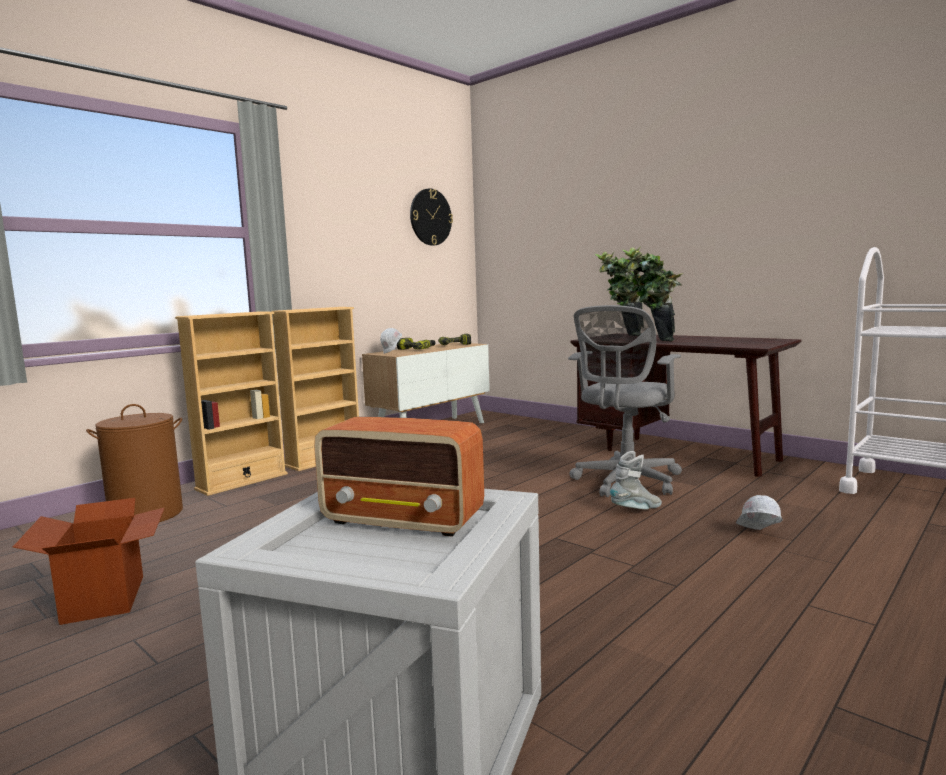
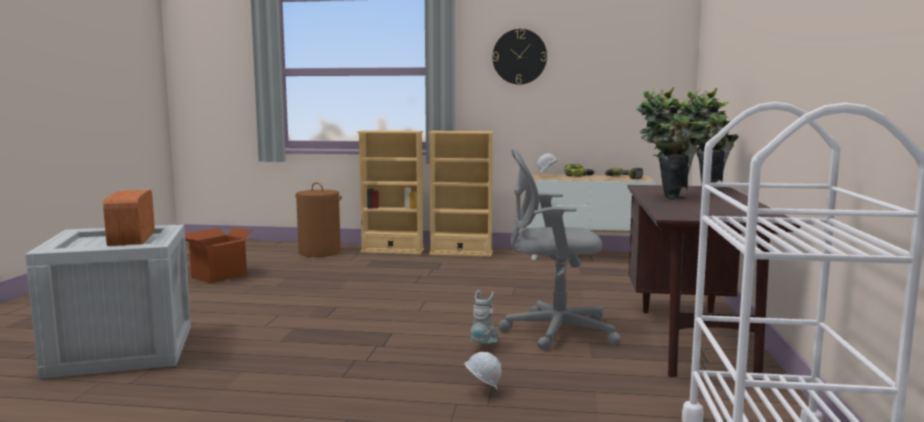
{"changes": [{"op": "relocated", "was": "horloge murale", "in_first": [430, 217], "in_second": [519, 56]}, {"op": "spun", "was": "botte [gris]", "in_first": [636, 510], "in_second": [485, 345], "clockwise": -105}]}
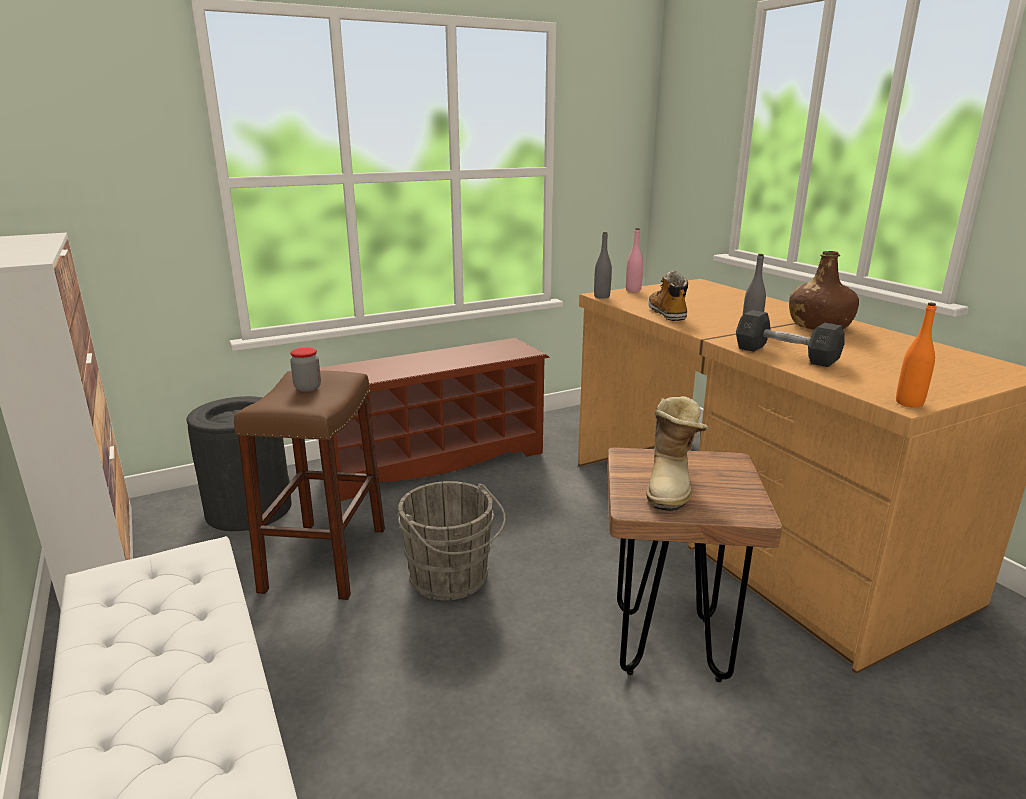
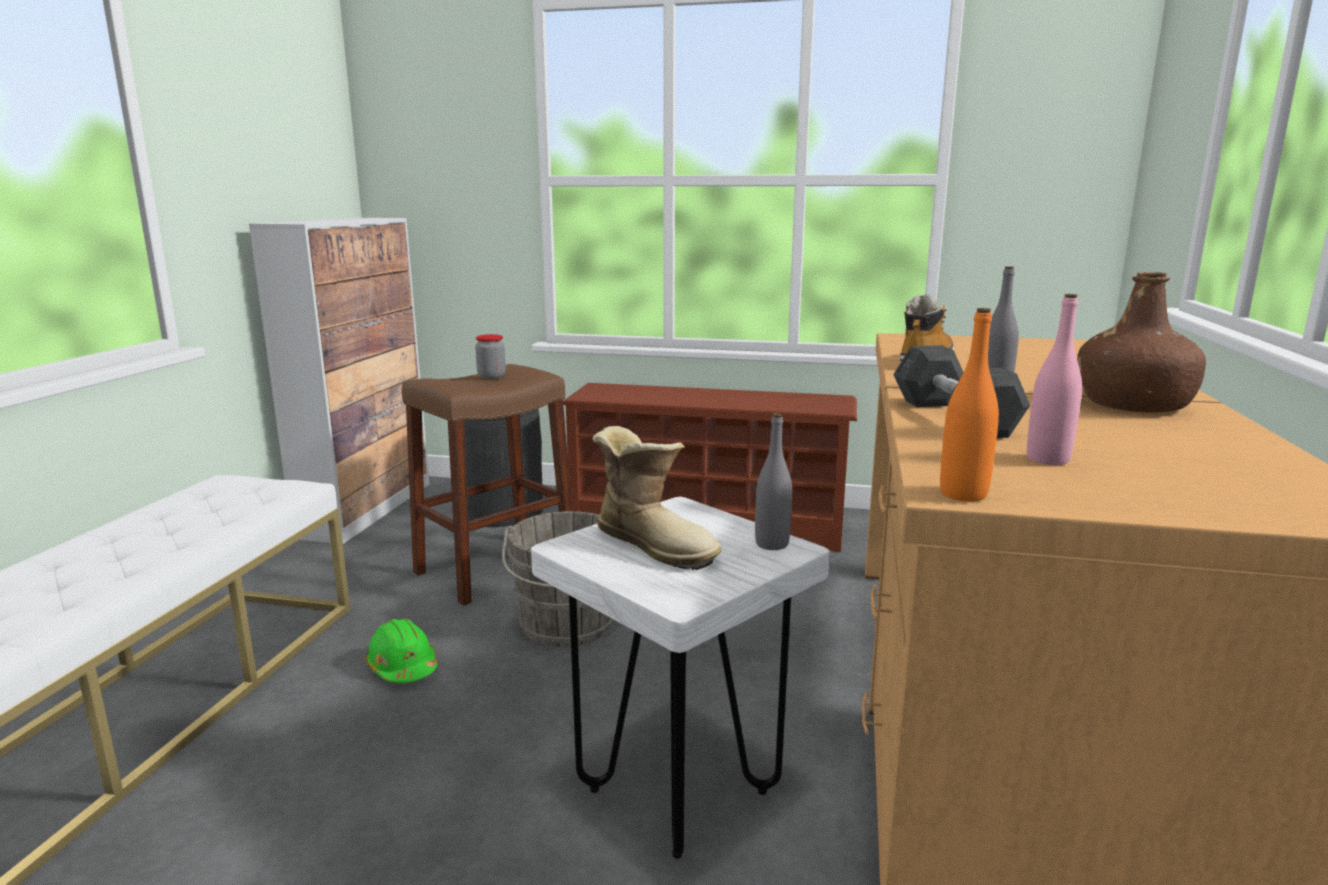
{"changes": [{"op": "relocated", "was": "bouteille [rose]", "in_first": [633, 290], "in_second": [1047, 459]}, {"op": "relocated", "was": "bouteille [gris]", "in_first": [601, 296], "in_second": [772, 544]}, {"op": "spun", "was": "botte", "in_first": [672, 486], "in_second": [655, 545], "clockwise": -105}, {"op": "colour", "was": "tabouret [marron]", "now": "tabouret [blanc]", "in_first": [669, 645], "in_second": [678, 790]}, {"op": "appeared", "now": "casque de chantier [vert]", "in_second": [402, 667]}]}
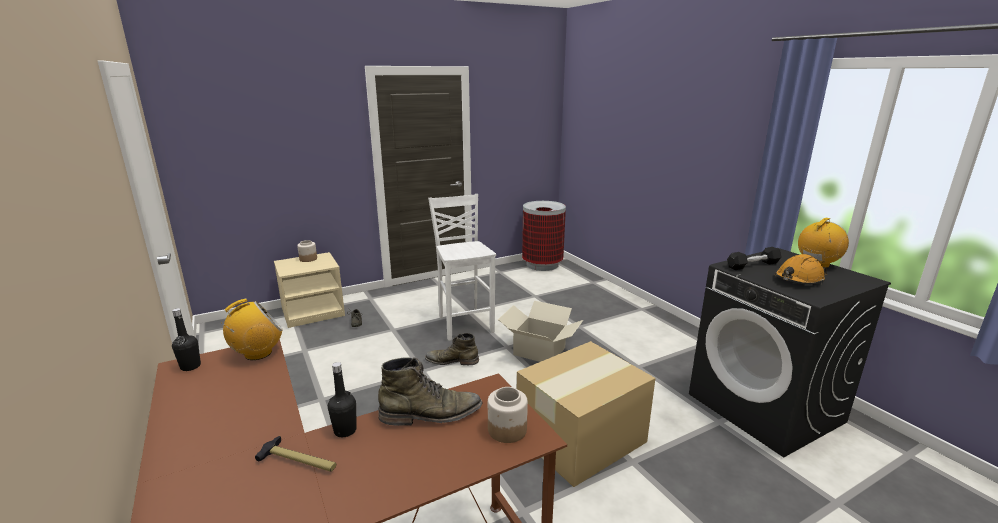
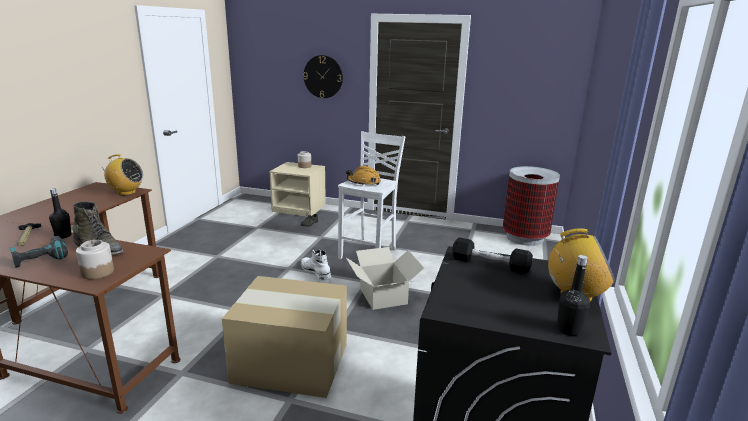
{"changes": [{"op": "relocated", "was": "casque de chantier [orange]", "in_first": [798, 279], "in_second": [363, 182]}, {"op": "relocated", "was": "bouteille [noir]", "in_first": [190, 366], "in_second": [568, 329]}, {"op": "colour", "was": "botte [vert]", "now": "botte [blanc]", "in_first": [452, 361], "in_second": [315, 271]}, {"op": "appeared", "now": "horloge murale", "in_second": [323, 76]}, {"op": "appeared", "now": "perceuse", "in_second": [41, 257]}]}
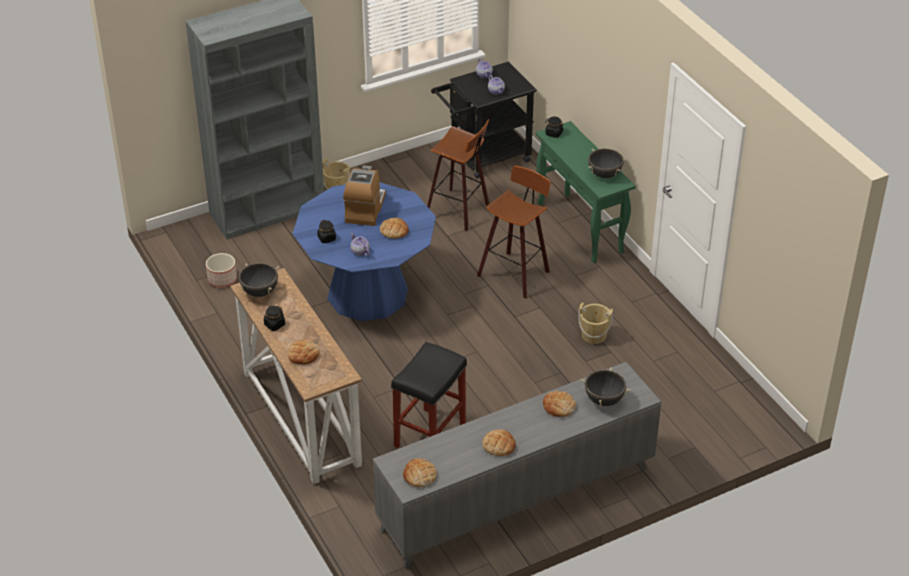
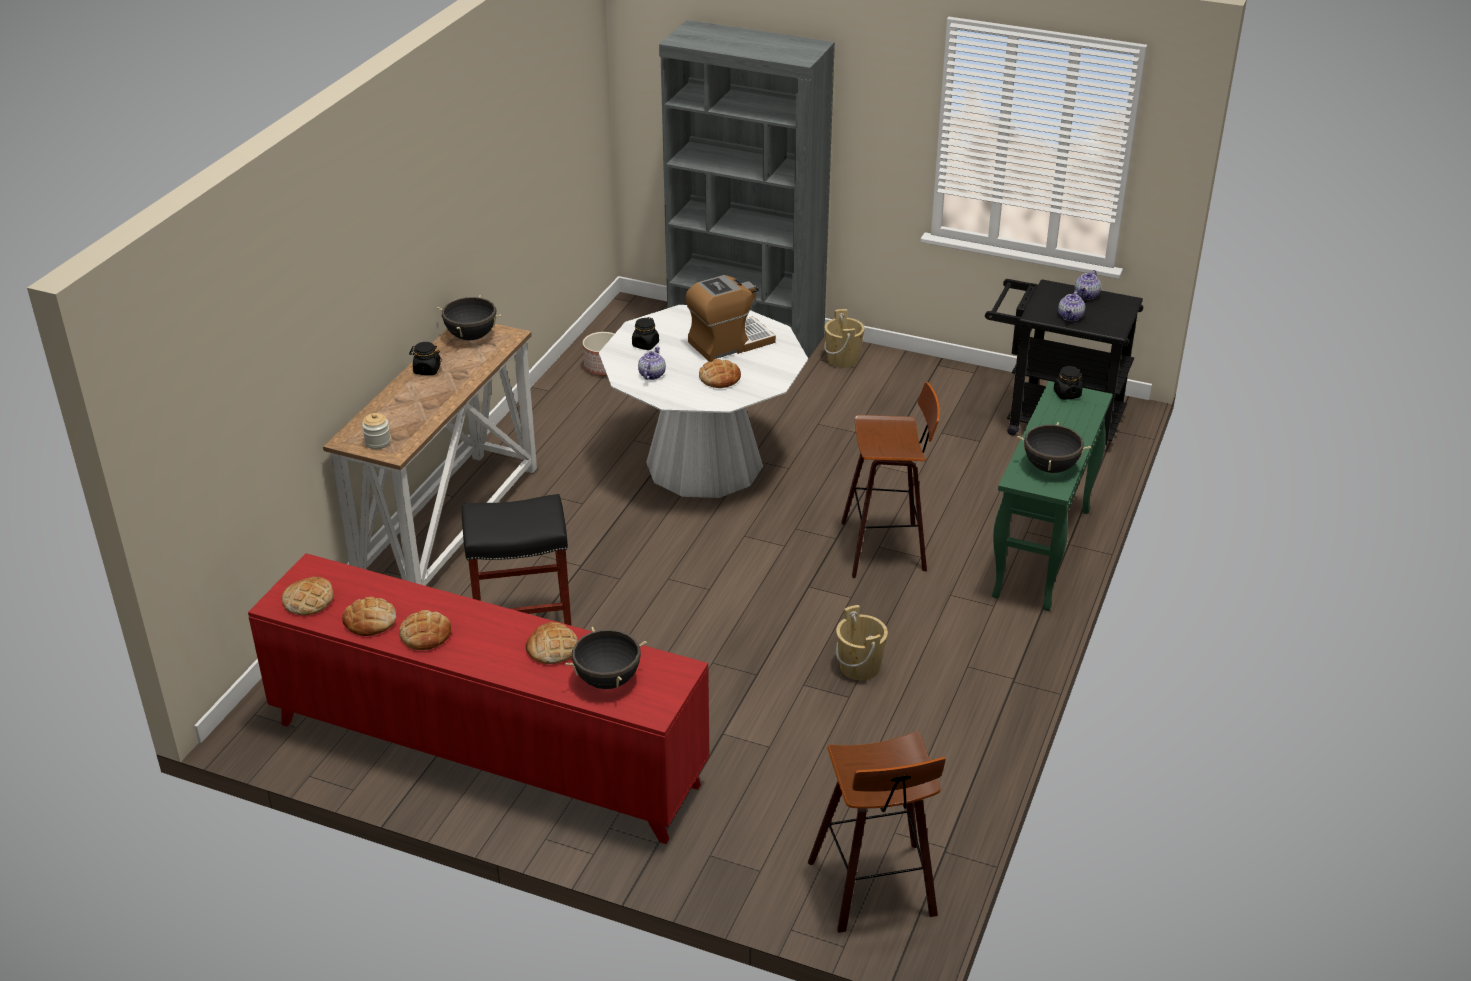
{"changes": [{"op": "relocated", "was": "tabouret", "in_first": [459, 211], "in_second": [877, 891]}, {"op": "colour", "was": "table à manger [bleu]", "now": "table à manger [blanc]", "in_first": [367, 294], "in_second": [704, 464]}, {"op": "relocated", "was": "pain", "in_first": [303, 354], "in_second": [370, 621]}, {"op": "colour", "was": "meuble de rangement [gris]", "now": "meuble de rangement [rouge]", "in_first": [517, 499], "in_second": [487, 755]}, {"op": "appeared", "now": "bocal", "in_second": [378, 442]}]}
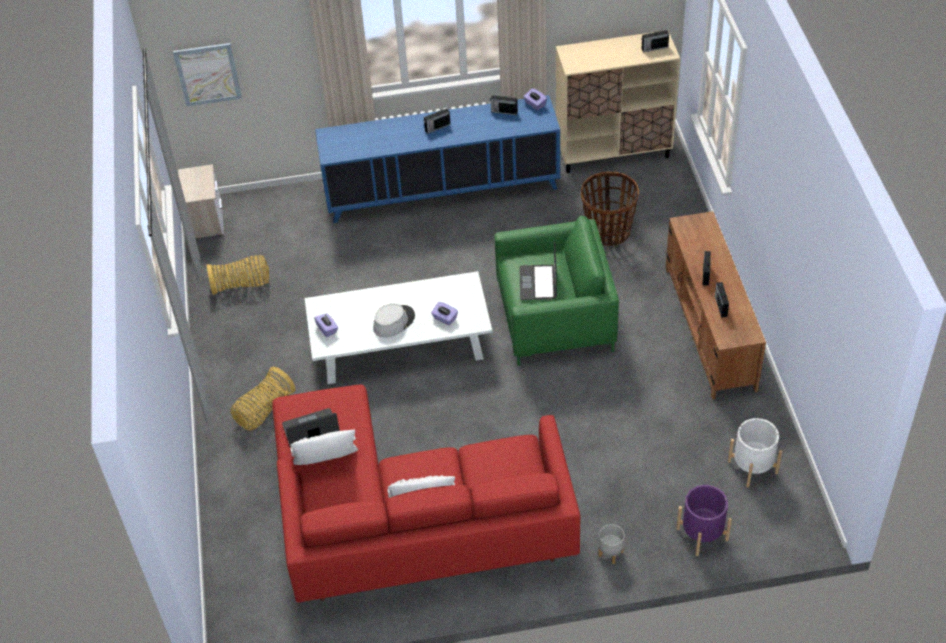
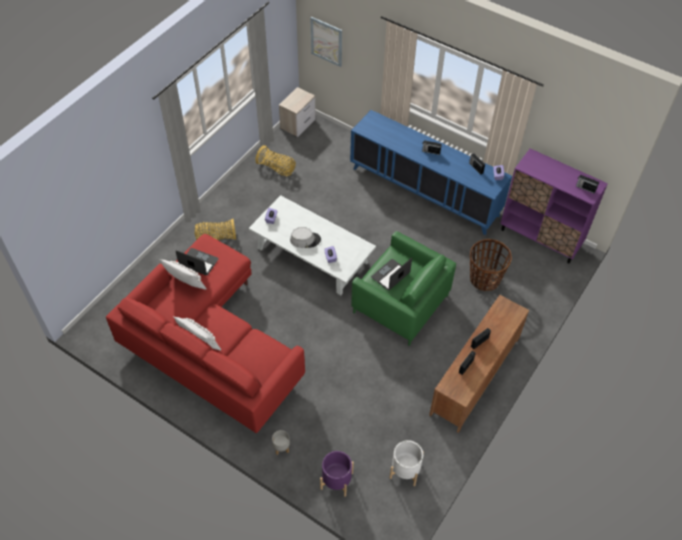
{"changes": [{"op": "colour", "was": "meuble de rangement [beige]", "now": "meuble de rangement [violet]", "in_first": [614, 152], "in_second": [541, 238]}]}
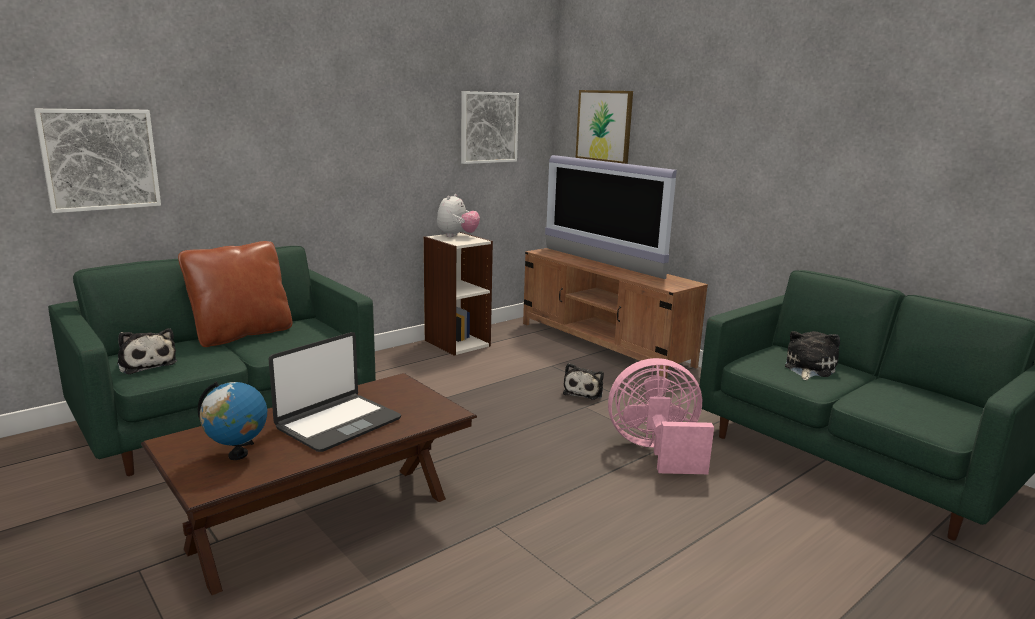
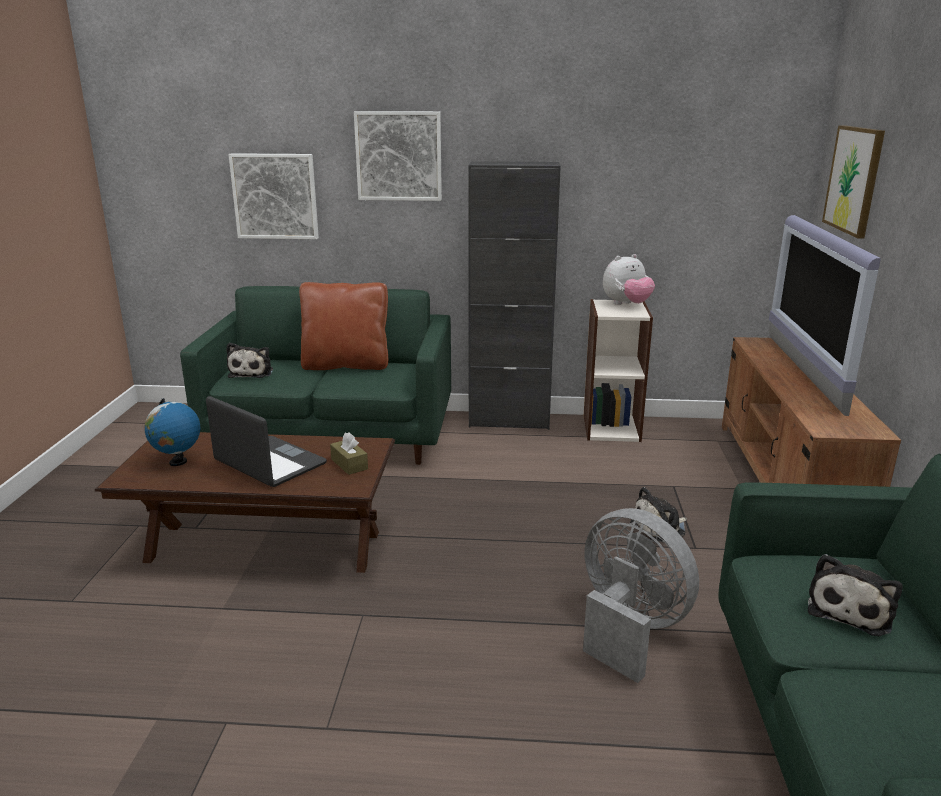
{"changes": [{"op": "relocated", "was": "tableau", "in_first": [488, 127], "in_second": [399, 156]}, {"op": "spun", "was": "peluche", "in_first": [808, 368], "in_second": [850, 609], "clockwise": 135}, {"op": "spun", "was": "ordinateur portable", "in_first": [338, 423], "in_second": [269, 463], "clockwise": -135}, {"op": "colour", "was": "ventilateur [rose]", "now": "ventilateur [gris]", "in_first": [656, 451], "in_second": [629, 628]}, {"op": "appeared", "now": "meuble de rangement [noir]", "in_second": [509, 421]}, {"op": "appeared", "now": "boîte à mouchoirs [marron]", "in_second": [349, 464]}]}
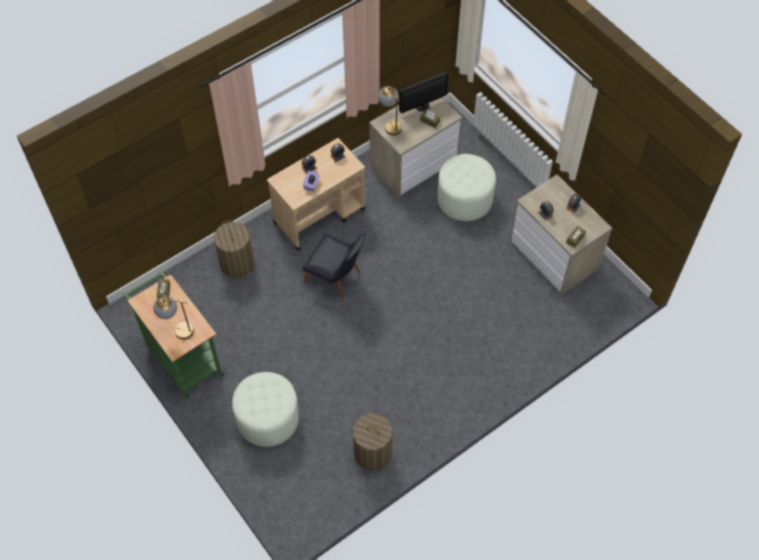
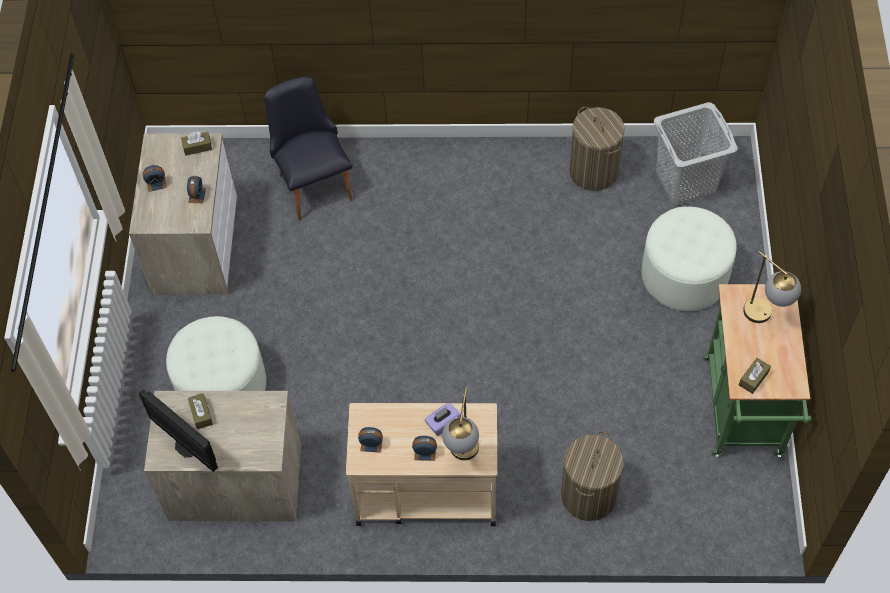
{"changes": [{"op": "spun", "was": "écran d'ordinateur", "in_first": [422, 106], "in_second": [187, 446], "clockwise": -150}, {"op": "relocated", "was": "lampe de table", "in_first": [390, 124], "in_second": [463, 457]}, {"op": "relocated", "was": "chaise [noir]", "in_first": [337, 279], "in_second": [313, 181]}, {"op": "appeared", "now": "panier à linge [gris]", "in_second": [686, 182]}]}
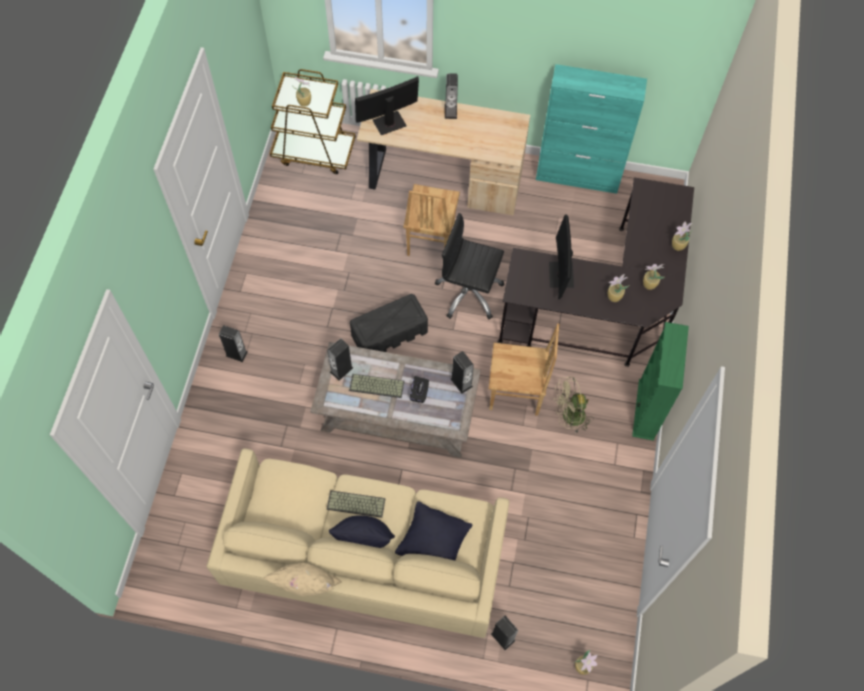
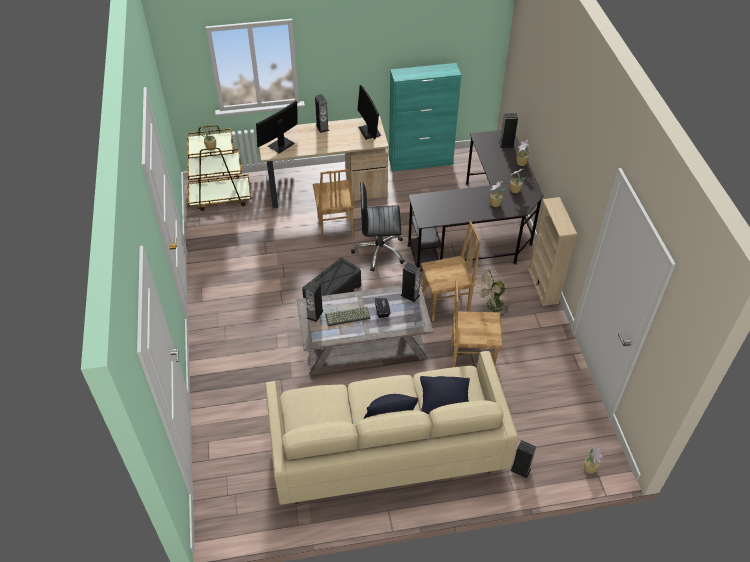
{"changes": [{"op": "relocated", "was": "écran d'ordinateur", "in_first": [561, 275], "in_second": [369, 132]}, {"op": "colour", "was": "bibliothèque [vert]", "now": "bibliothèque [beige]", "in_first": [646, 409], "in_second": [543, 286]}, {"op": "relocated", "was": "enceinte", "in_first": [236, 353], "in_second": [506, 144]}, {"op": "missing", "was": "clavier", "in_first": [355, 505]}, {"op": "missing", "was": "coussin [beige]", "in_first": [307, 587]}, {"op": "appeared", "now": "chaise [marron]", "in_second": [471, 358]}]}
